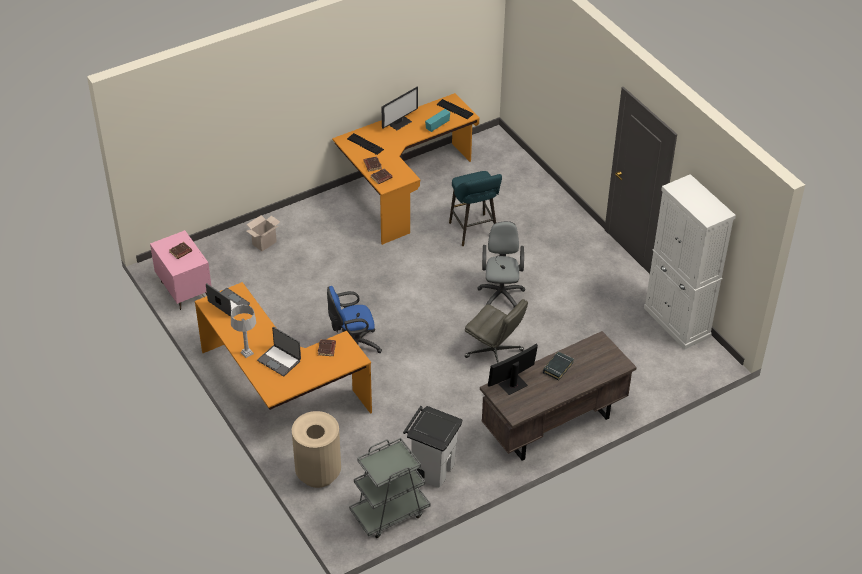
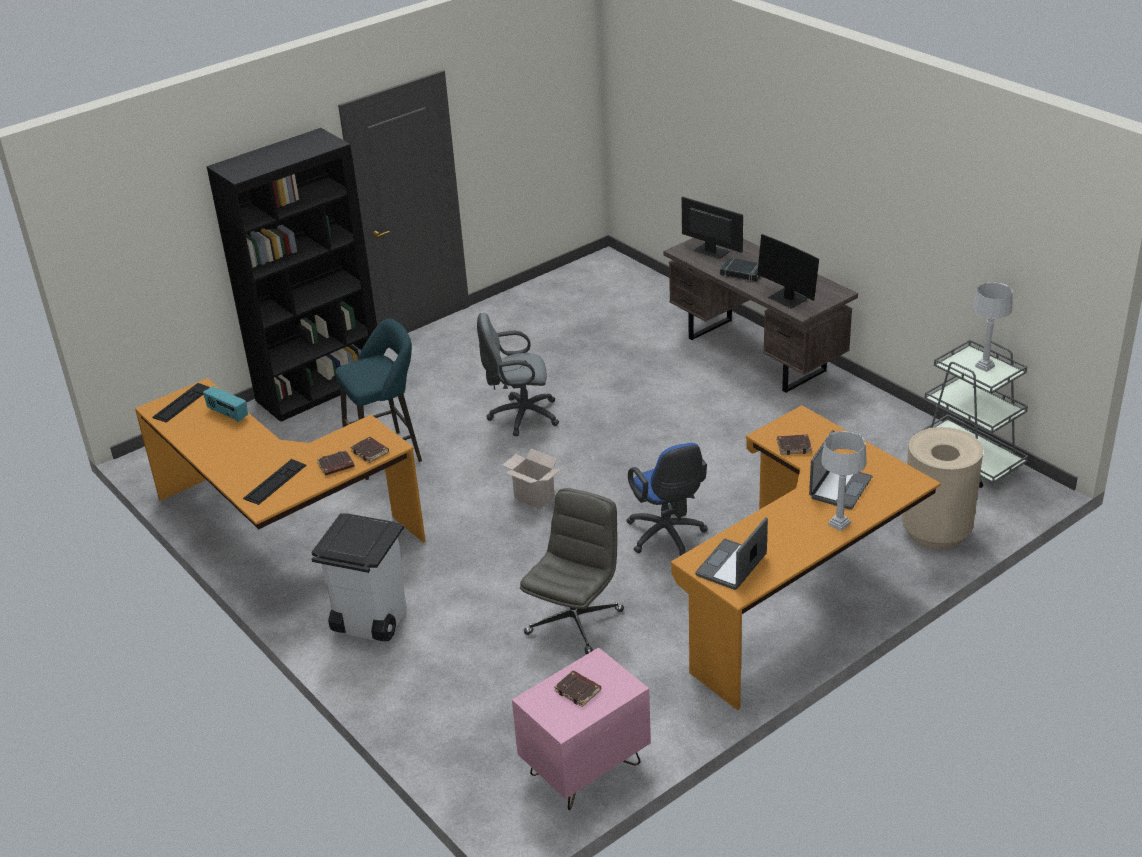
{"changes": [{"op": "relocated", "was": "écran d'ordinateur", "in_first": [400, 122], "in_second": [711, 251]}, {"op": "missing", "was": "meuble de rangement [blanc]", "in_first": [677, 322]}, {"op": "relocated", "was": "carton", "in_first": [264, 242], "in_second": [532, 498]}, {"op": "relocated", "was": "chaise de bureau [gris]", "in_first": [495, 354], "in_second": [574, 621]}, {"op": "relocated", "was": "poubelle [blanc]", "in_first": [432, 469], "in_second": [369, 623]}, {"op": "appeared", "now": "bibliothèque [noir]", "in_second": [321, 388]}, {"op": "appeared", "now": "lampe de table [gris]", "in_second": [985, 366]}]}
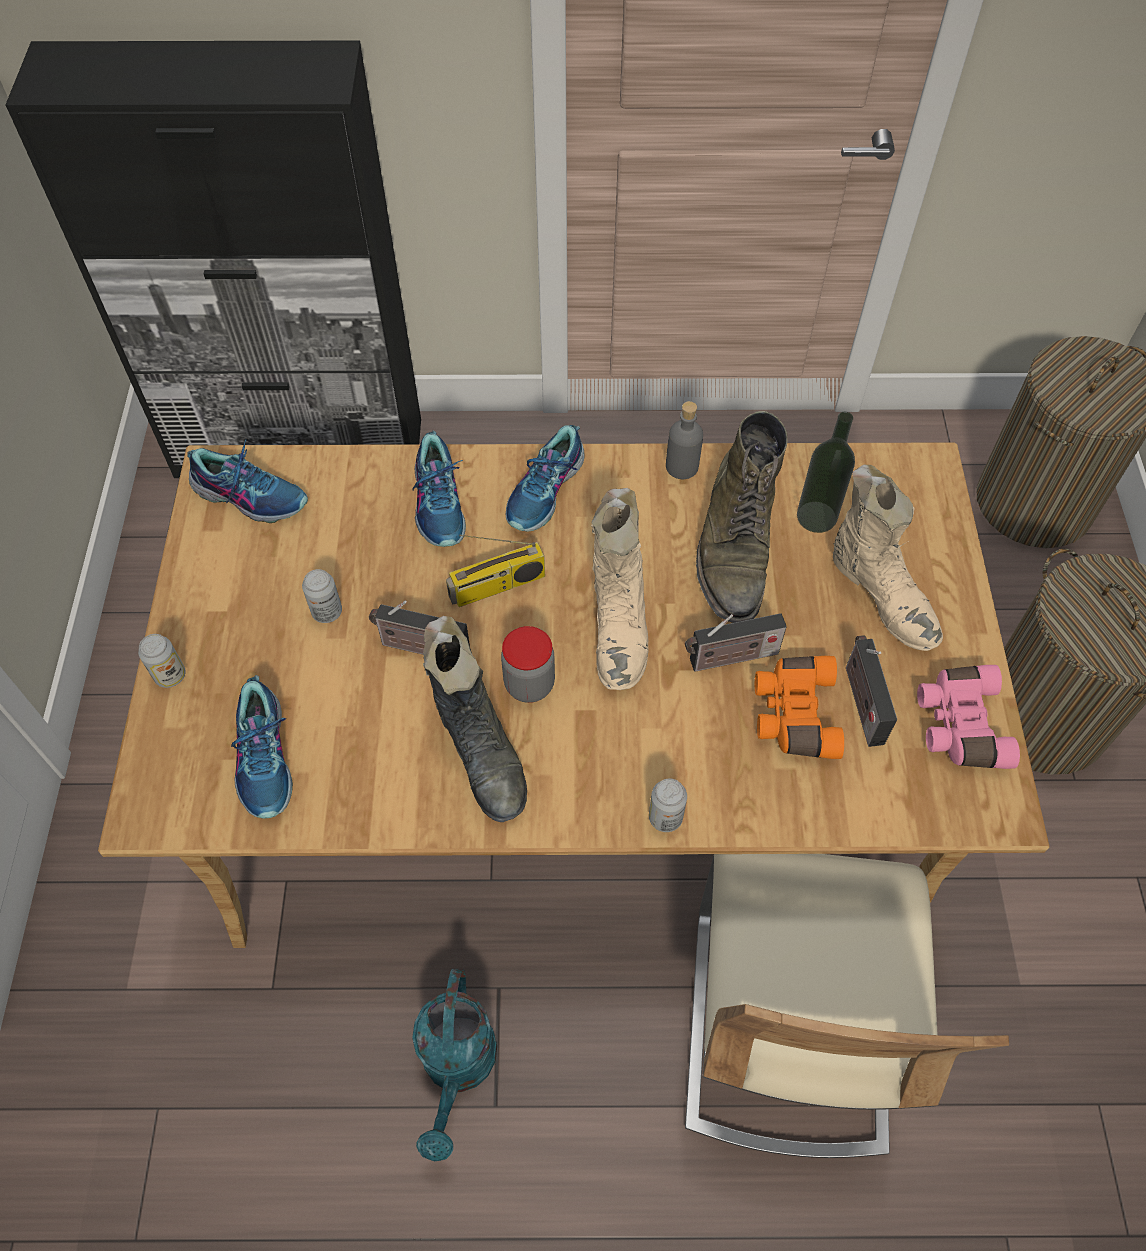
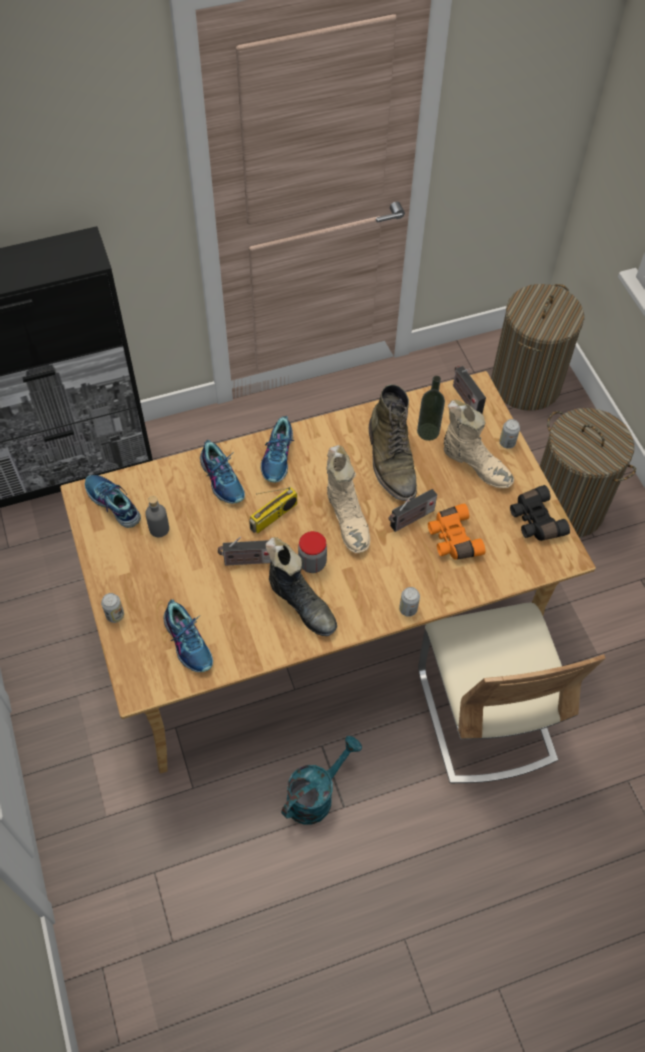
{"changes": [{"op": "relocated", "was": "bouteille [gris]", "in_first": [682, 466], "in_second": [159, 529]}, {"op": "spun", "was": "chaussure", "in_first": [251, 495], "in_second": [112, 504], "clockwise": -135}, {"op": "relocated", "was": "boîte métallique", "in_first": [327, 612], "in_second": [507, 443]}, {"op": "relocated", "was": "radio", "in_first": [862, 701], "in_second": [465, 398]}, {"op": "colour", "was": "jumelles [rose]", "now": "jumelles [noir]", "in_first": [958, 725], "in_second": [534, 520]}, {"op": "spun", "was": "arrosoir [turquoise]", "in_first": [458, 1068], "in_second": [316, 794], "clockwise": -120}]}
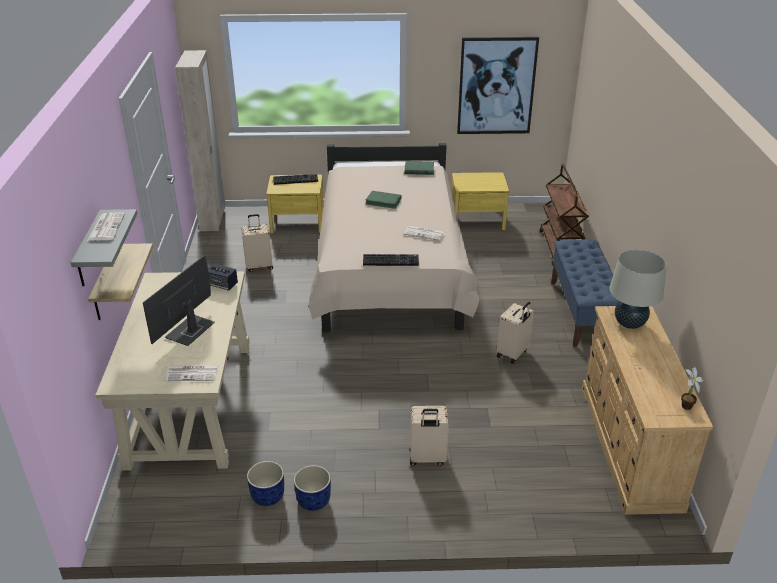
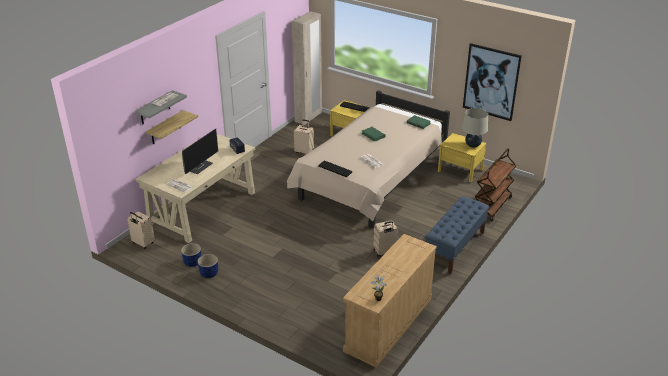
{"changes": [{"op": "relocated", "was": "lampe de table [beige]", "in_first": [629, 323], "in_second": [472, 145]}, {"op": "spun", "was": "écran d'ordinateur", "in_first": [189, 331], "in_second": [199, 166], "clockwise": 150}, {"op": "relocated", "was": "valise [beige]", "in_first": [427, 458], "in_second": [142, 243]}]}
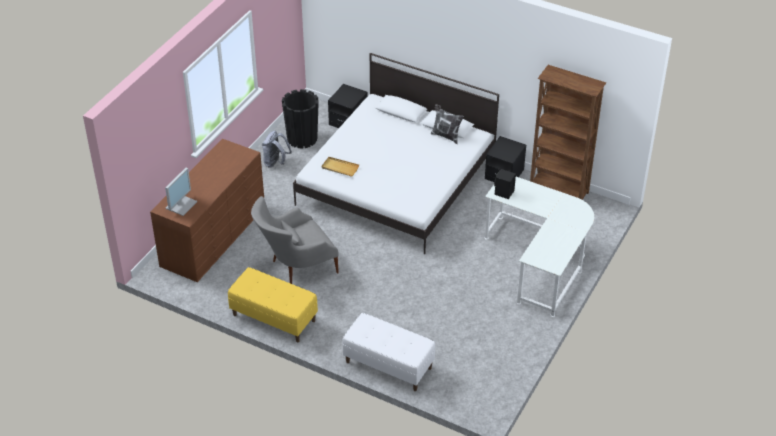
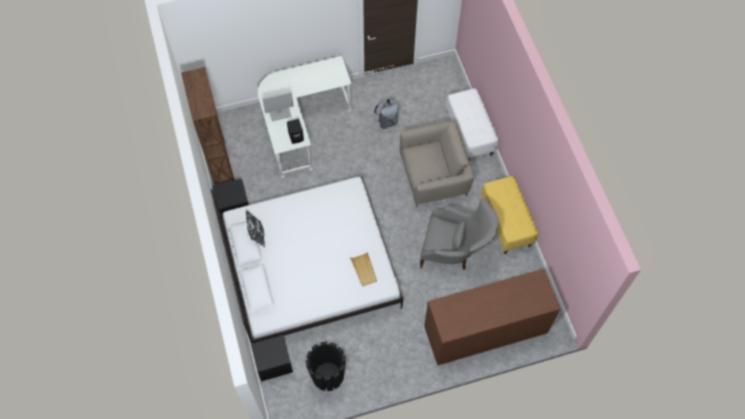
{"changes": [{"op": "relocated", "was": "sac à dos [gris]", "in_first": [275, 163], "in_second": [387, 122]}, {"op": "relocated", "was": "écran d'ordinateur", "in_first": [181, 204], "in_second": [279, 112]}, {"op": "appeared", "now": "fauteuil [beige]", "in_second": [434, 176]}]}
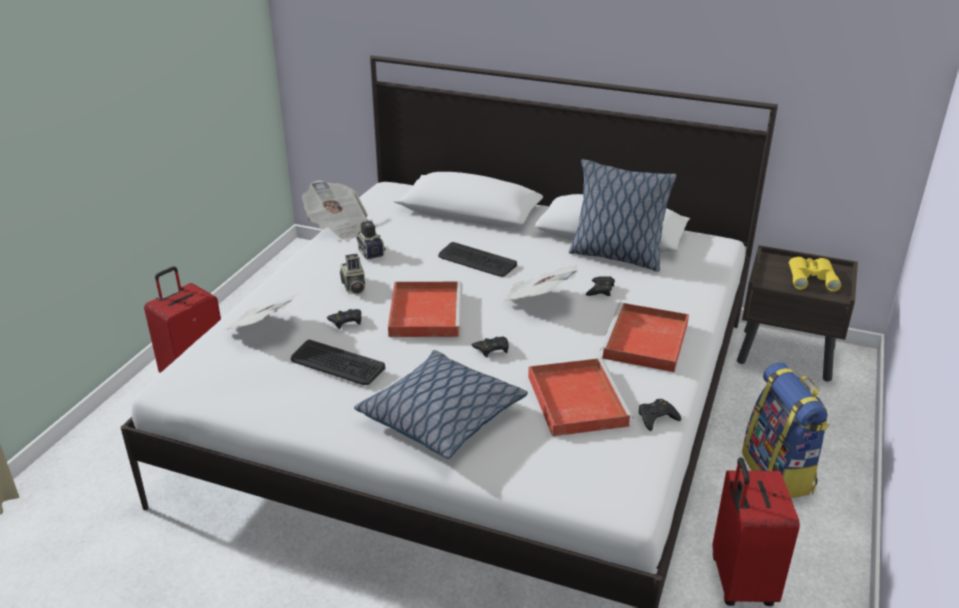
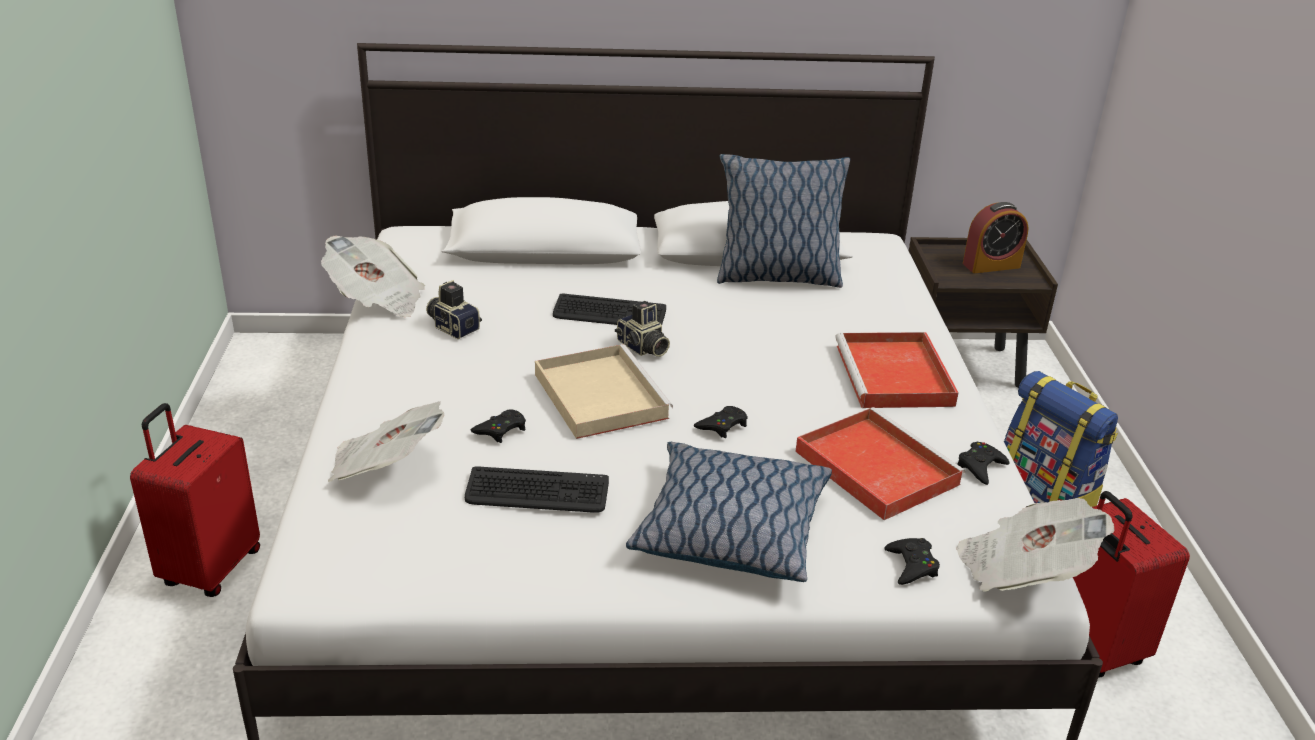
{"changes": [{"op": "relocated", "was": "appareil photo", "in_first": [353, 287], "in_second": [642, 348]}, {"op": "exchanged", "was": "jumelles [jaune]", "now": "réveil", "in_first": [811, 277], "in_second": [991, 265]}, {"op": "relocated", "was": "journal", "in_first": [539, 300], "in_second": [1023, 571]}, {"op": "relocated", "was": "manette [noir]", "in_first": [600, 290], "in_second": [911, 566]}, {"op": "colour", "was": "plateau [rouge]", "now": "plateau [beige]", "in_first": [425, 312], "in_second": [598, 395]}]}
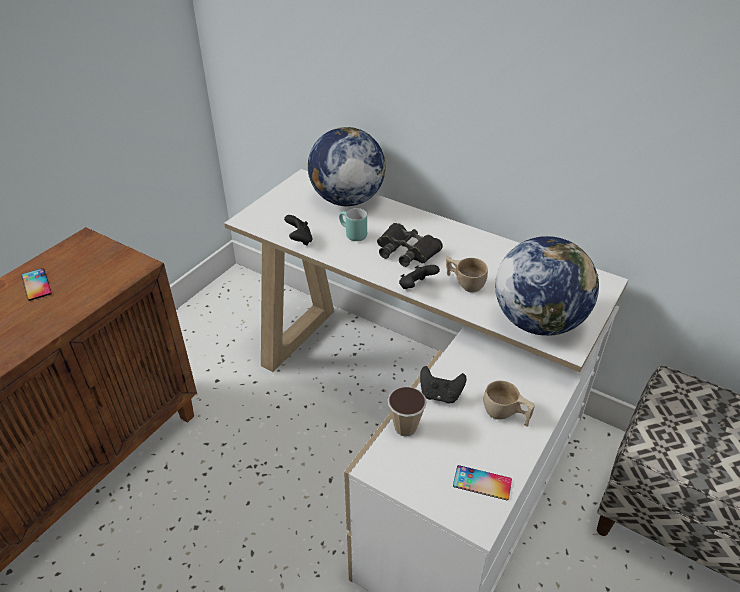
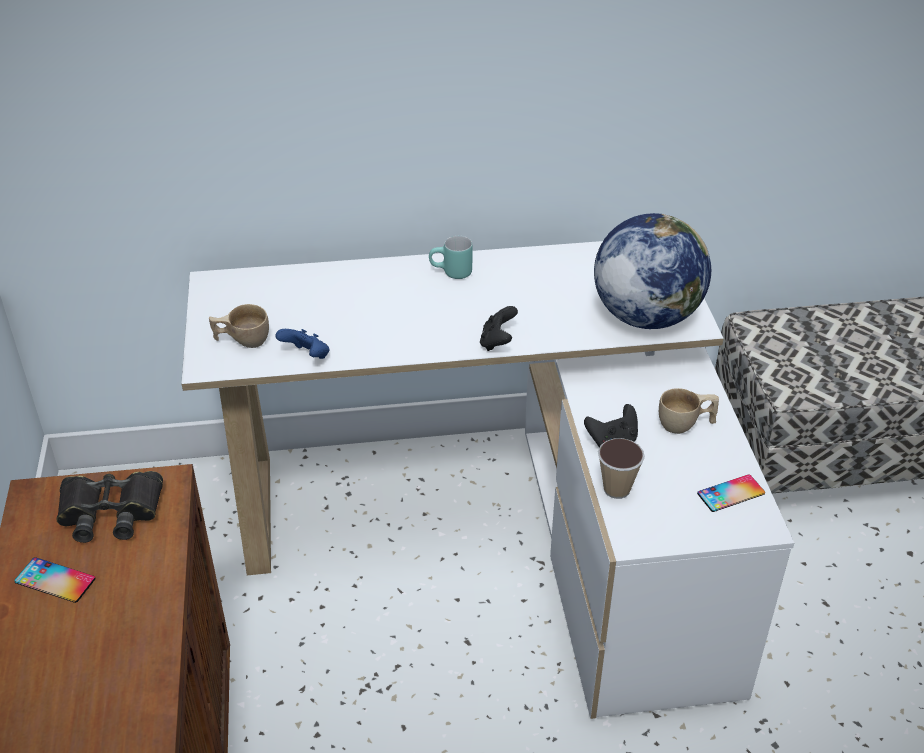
{"changes": [{"op": "missing", "was": "globe", "in_first": [346, 200]}, {"op": "relocated", "was": "mug [turquoise]", "in_first": [351, 235], "in_second": [451, 274]}, {"op": "colour", "was": "manette [noir]", "now": "manette [bleu]", "in_first": [299, 240], "in_second": [307, 356]}, {"op": "relocated", "was": "jumelles [noir]", "in_first": [406, 251], "in_second": [110, 512]}, {"op": "relocated", "was": "tasse [beige]", "in_first": [464, 283], "in_second": [242, 340]}]}
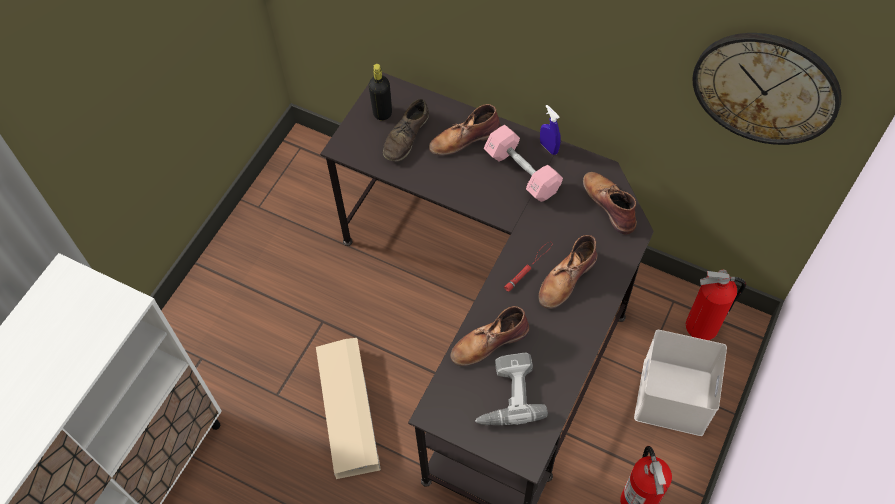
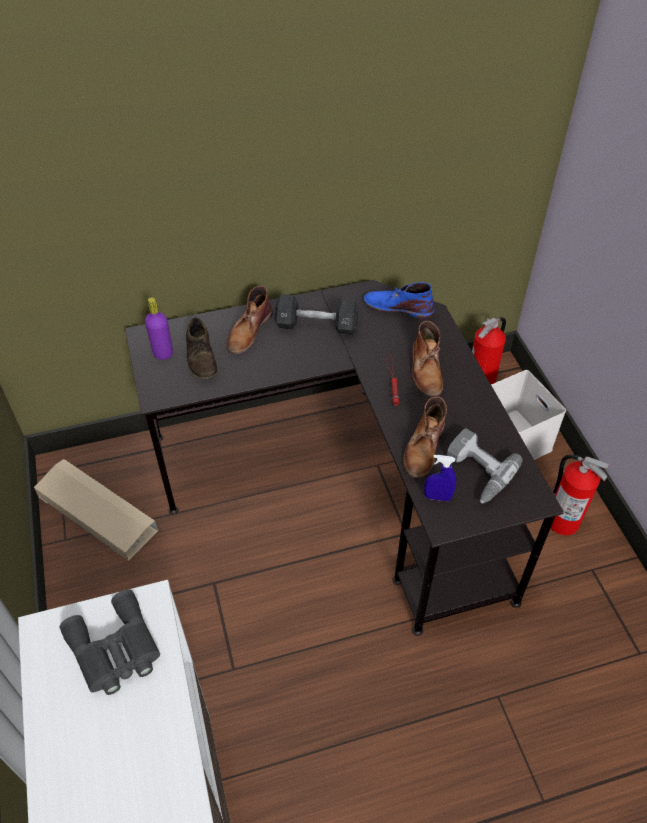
{"changes": [{"op": "missing", "was": "horloge murale", "in_first": [765, 88]}, {"op": "colour", "was": "bouteille [noir]", "now": "bouteille [violet]", "in_first": [382, 113], "in_second": [163, 353]}, {"op": "relocated", "was": "vaporisateur [bleu]", "in_first": [548, 147], "in_second": [437, 497]}, {"op": "colour", "was": "haltère [rose]", "now": "haltère [noir]", "in_first": [522, 172], "in_second": [316, 325]}, {"op": "colour", "was": "botte [marron]", "now": "botte [bleu]", "in_first": [609, 203], "in_second": [398, 307]}, {"op": "relocated", "was": "boîte de rangement [beige]", "in_first": [348, 409], "in_second": [97, 513]}, {"op": "appeared", "now": "jumelles [gris]", "in_second": [115, 650]}]}
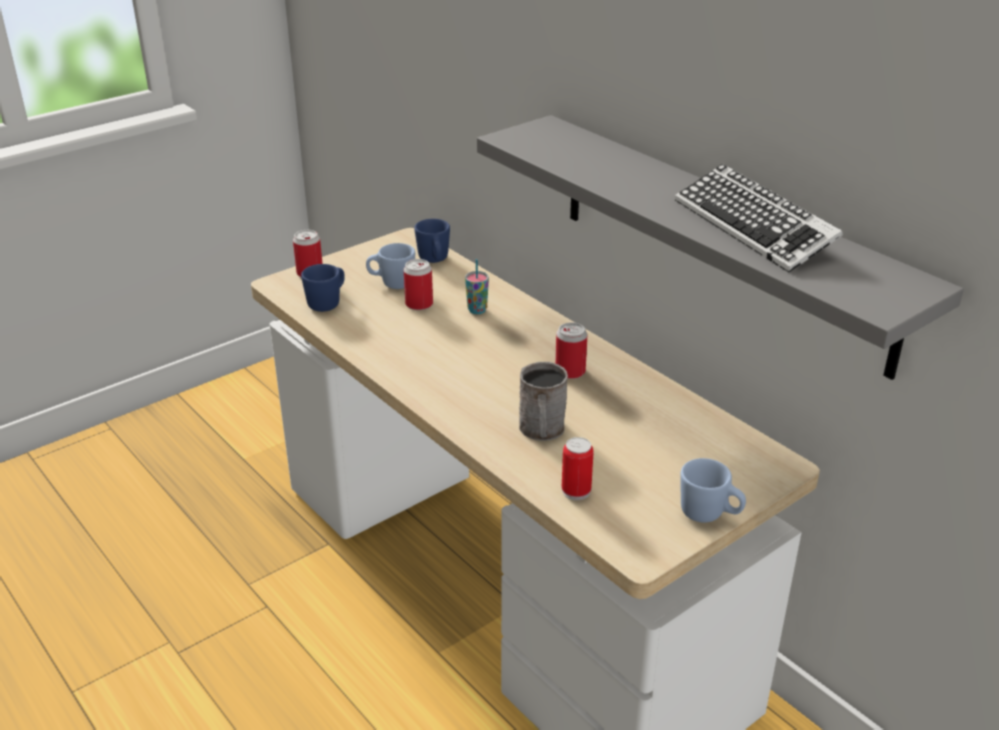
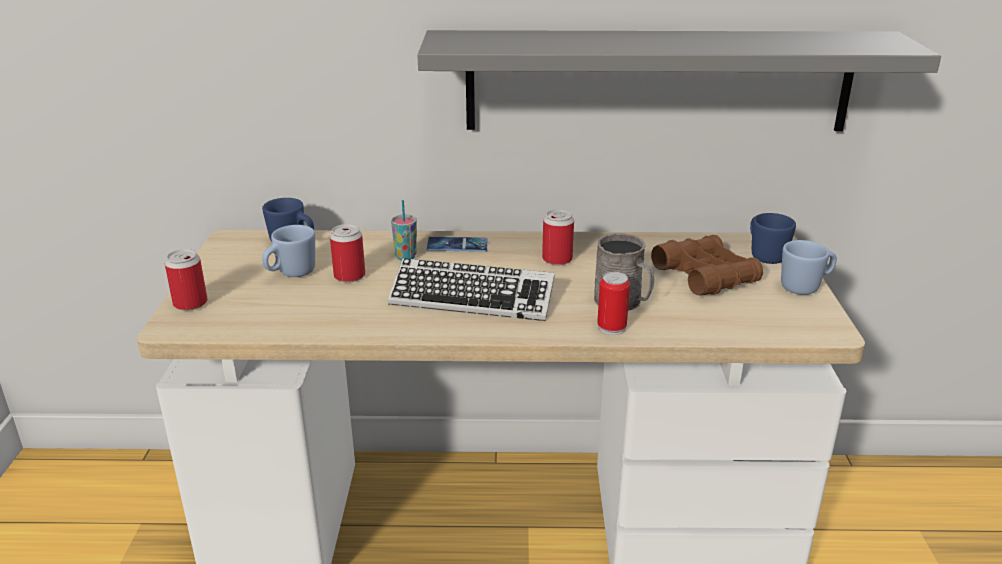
{"changes": [{"op": "relocated", "was": "clavier", "in_first": [753, 227], "in_second": [472, 299]}, {"op": "relocated", "was": "mug [bleu]", "in_first": [328, 303], "in_second": [764, 255]}, {"op": "relocated", "was": "boîte métallique", "in_first": [576, 491], "in_second": [611, 328]}, {"op": "appeared", "now": "jumelles [marron]", "in_second": [705, 276]}, {"op": "appeared", "now": "téléphone", "in_second": [457, 245]}]}
